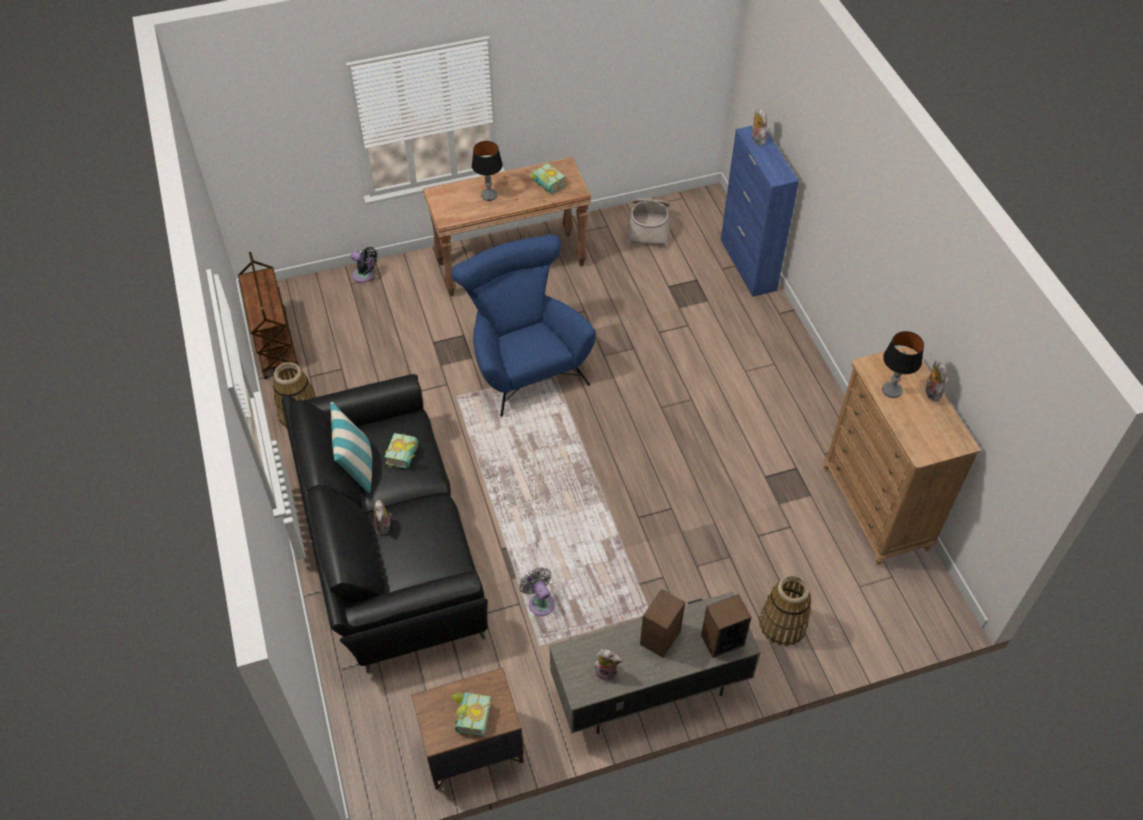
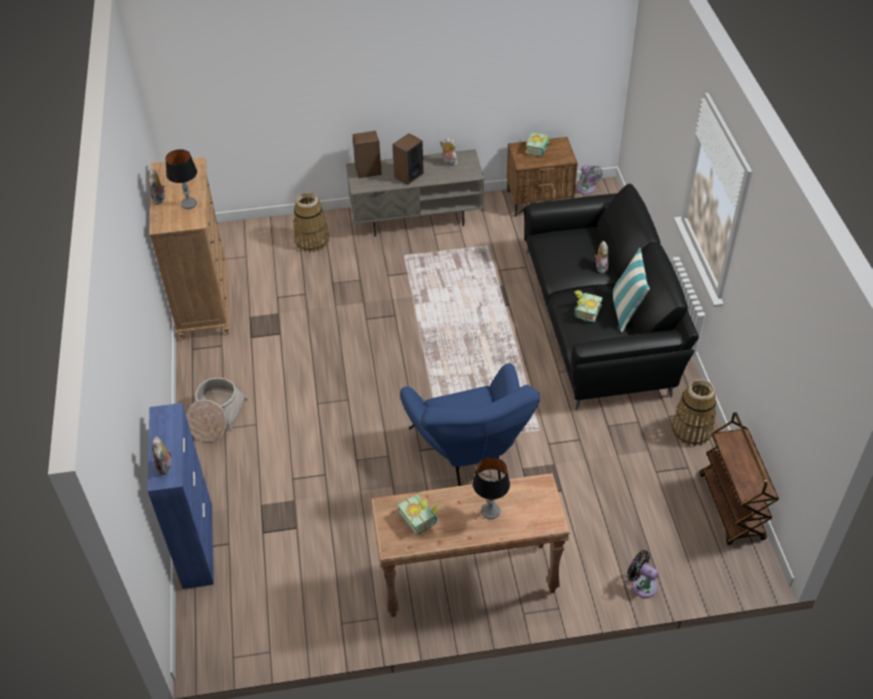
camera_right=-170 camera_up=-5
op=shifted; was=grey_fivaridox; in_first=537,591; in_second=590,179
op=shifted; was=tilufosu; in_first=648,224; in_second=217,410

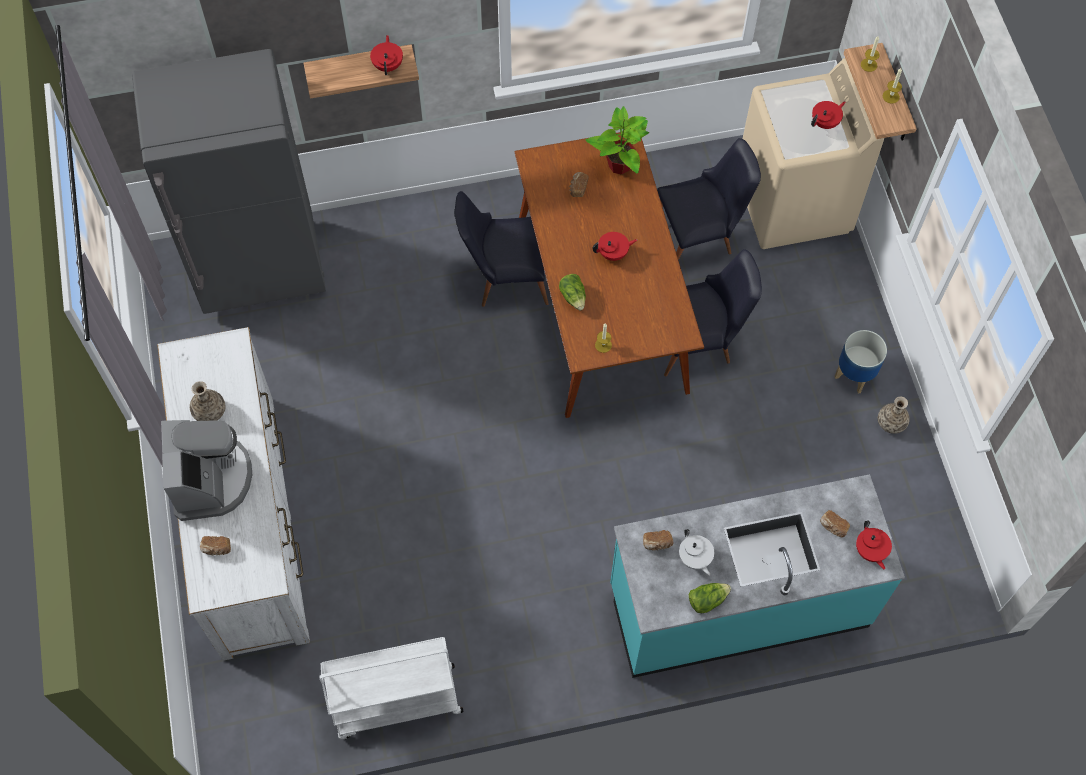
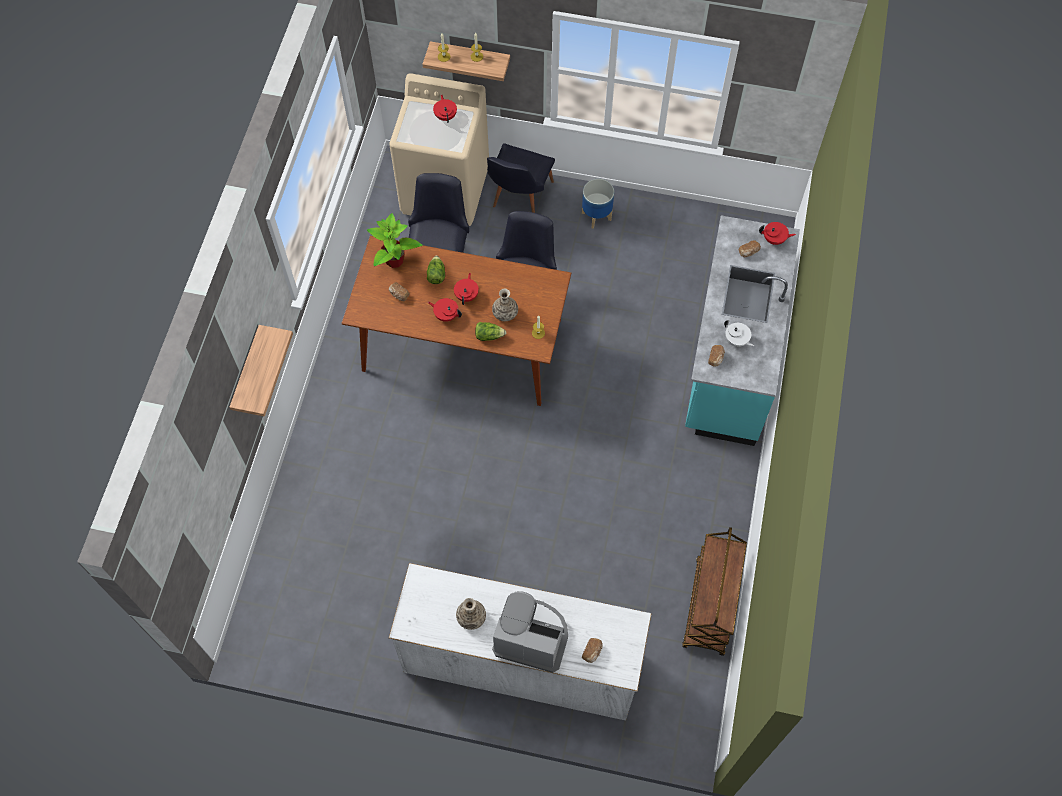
camera_right=-65 camera_up=0
op=gone; was=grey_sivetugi; in_first=229,181
op=repainted; was=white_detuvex; now=brown_detuvex; in_first=391,688; in_second=714,591
op=shifted; was=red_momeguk; in_first=386,55; in_second=445,310
op=shifted; was=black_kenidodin; in_first=502,249; in_second=521,178
op=rotated; was=white_momeguk; in_first=696,552; in_second=739,333; clockwise=45
op=shifted; was=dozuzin; in_first=710,598; in_second=436,270
op=shifted; was=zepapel; in_first=894,415; in_second=505,305

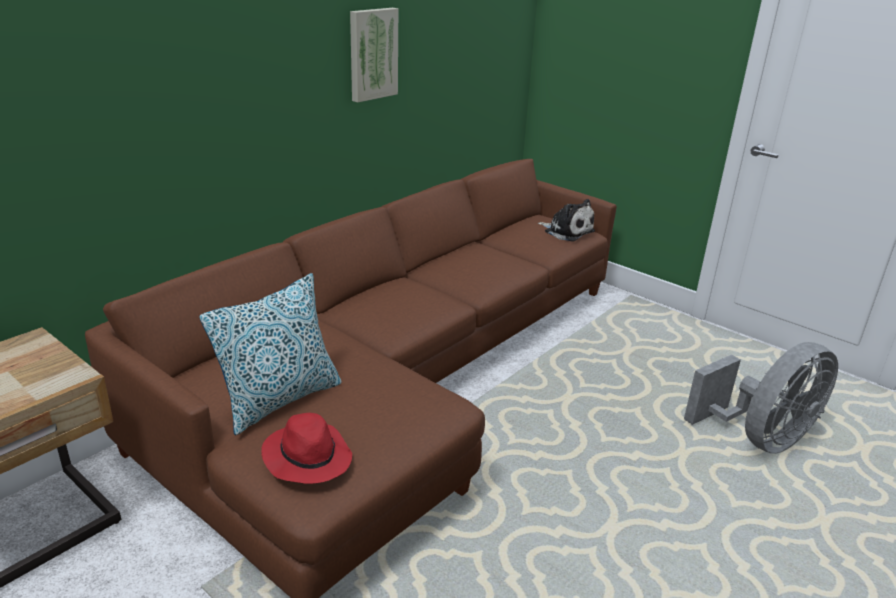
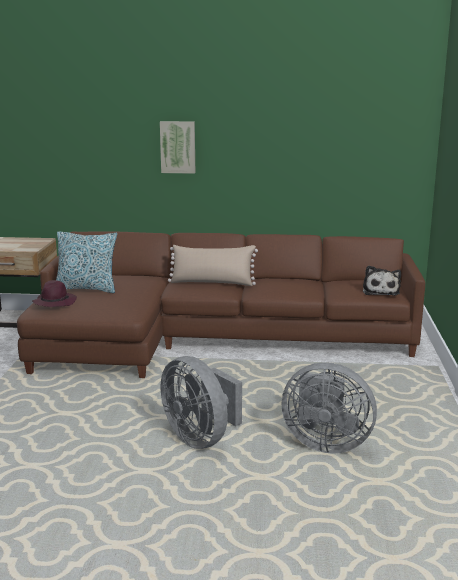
camera_right=55 camera_up=-10
op=repainted; was=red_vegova; now=purple_vegova; in_first=306,448; in_second=54,293
op=shifted; was=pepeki; in_first=374,55; in_second=177,147
op=new; now=grey_fivaridox; in_second=201,402
op=new; now=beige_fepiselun; in_second=213,265

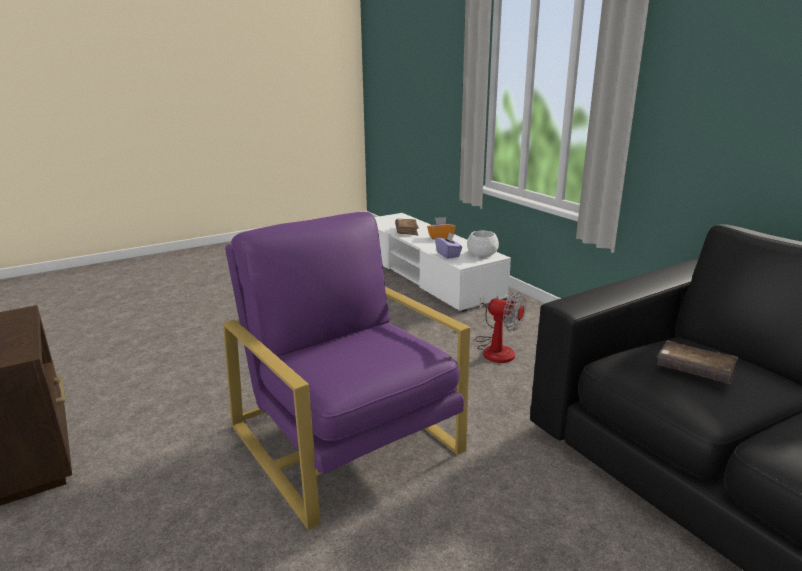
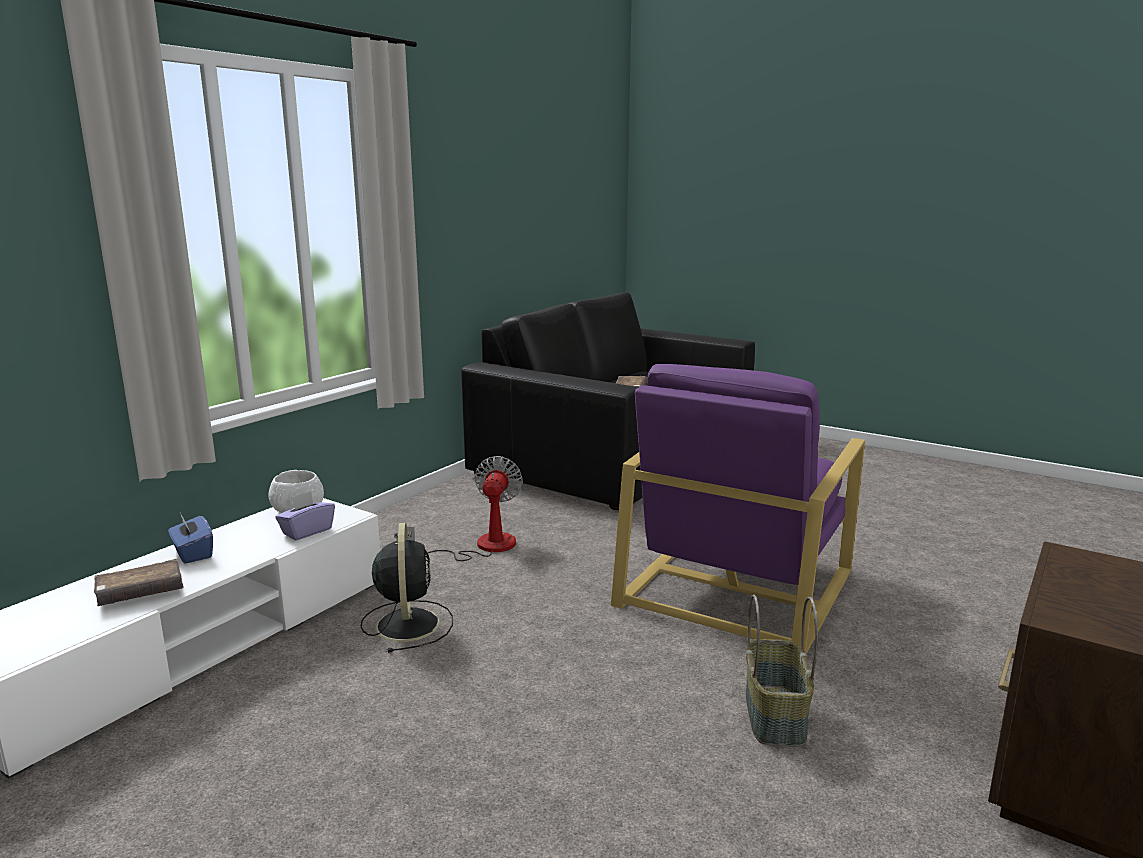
camera_right=-115 camera_up=-5
op=repainted; was=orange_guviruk; now=blue_guviruk; in_first=441,228; in_second=190,538
op=new; now=black_fivaridox; in_second=407,588
op=new; now=tilufosu; in_second=782,671

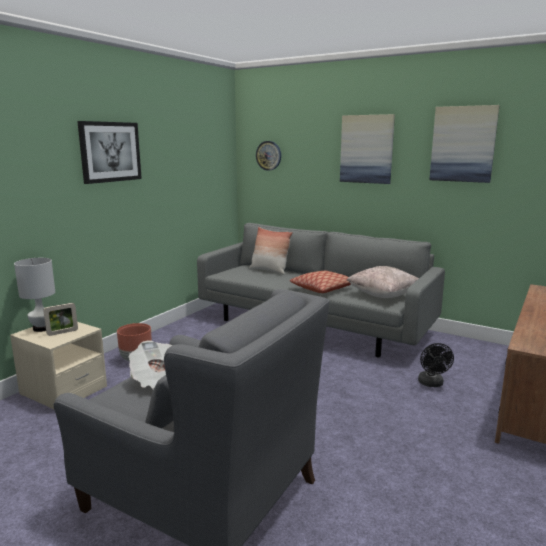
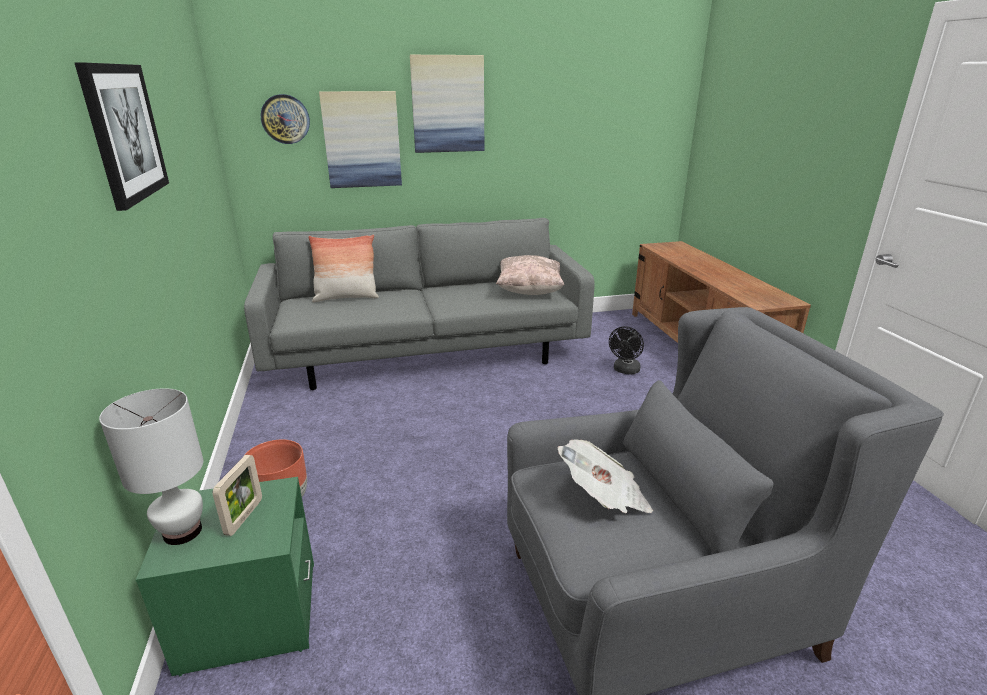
camera_right=-45 camera_up=10
op=repainted; was=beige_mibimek; now=green_mibimek; in_first=58,365; in_second=225,576
op=gone; was=fepiselun; in_first=320,282
op=rotated; was=black_fivaridox; in_first=436,365; in_second=626,350; clockwise=75
op=shifted; was=pepeki; in_first=464,144; in_second=360,139

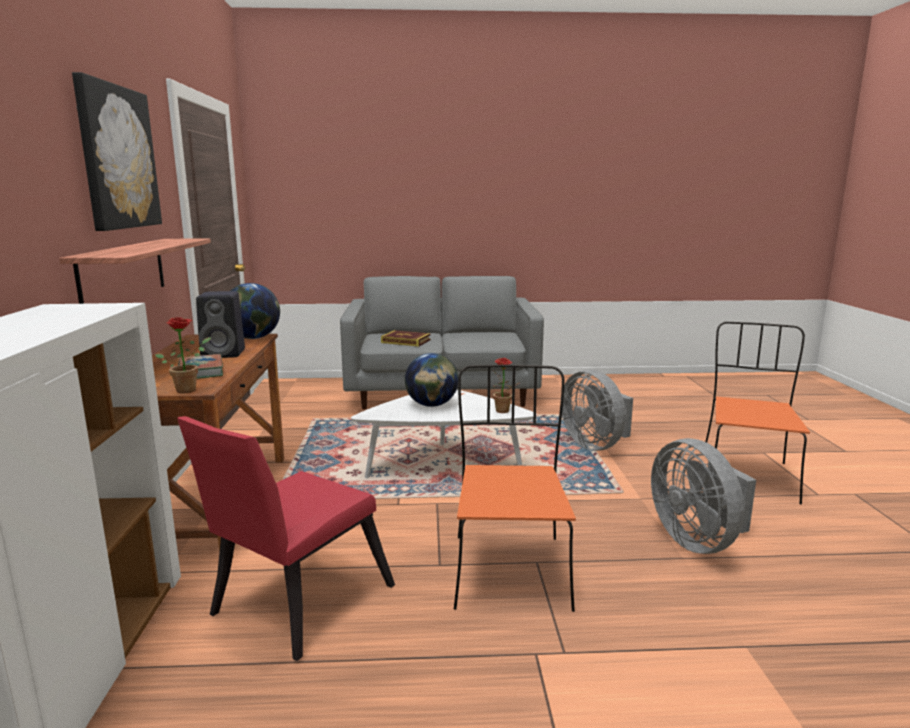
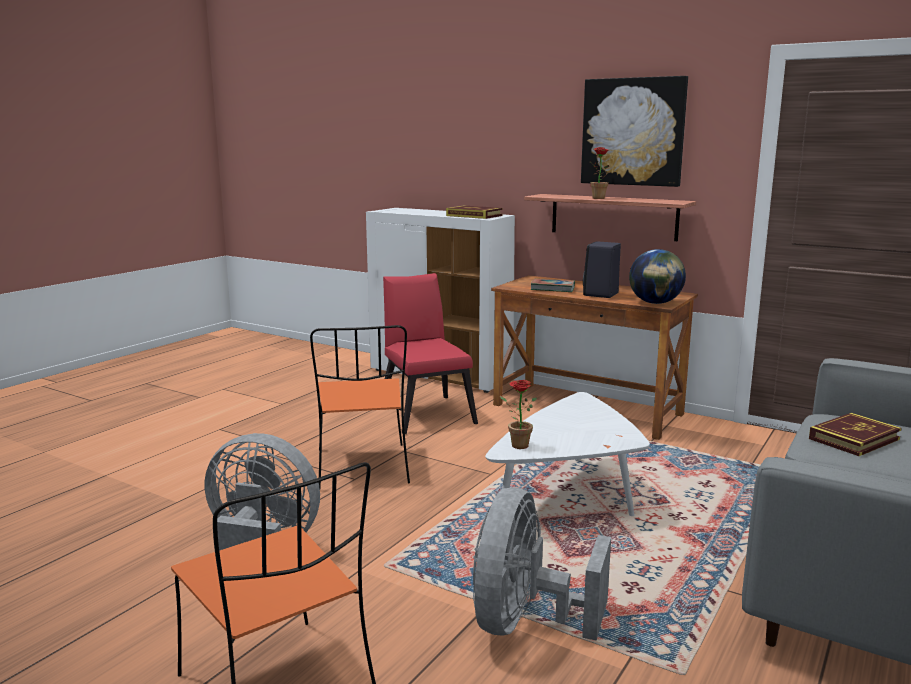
camera_right=125 camera_up=0
op=shifted; was=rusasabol; in_first=183,355; in_second=599,173
op=gone; was=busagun; in_first=431,380
op=rotated; was=orange_kenidodin; in_first=515,488; in_second=360,406; clockwise=45
op=rotated; was=grey_fivaridox; in_first=597,410; in_second=542,564; clockwise=-75
op=new; now=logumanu; in_second=474,212

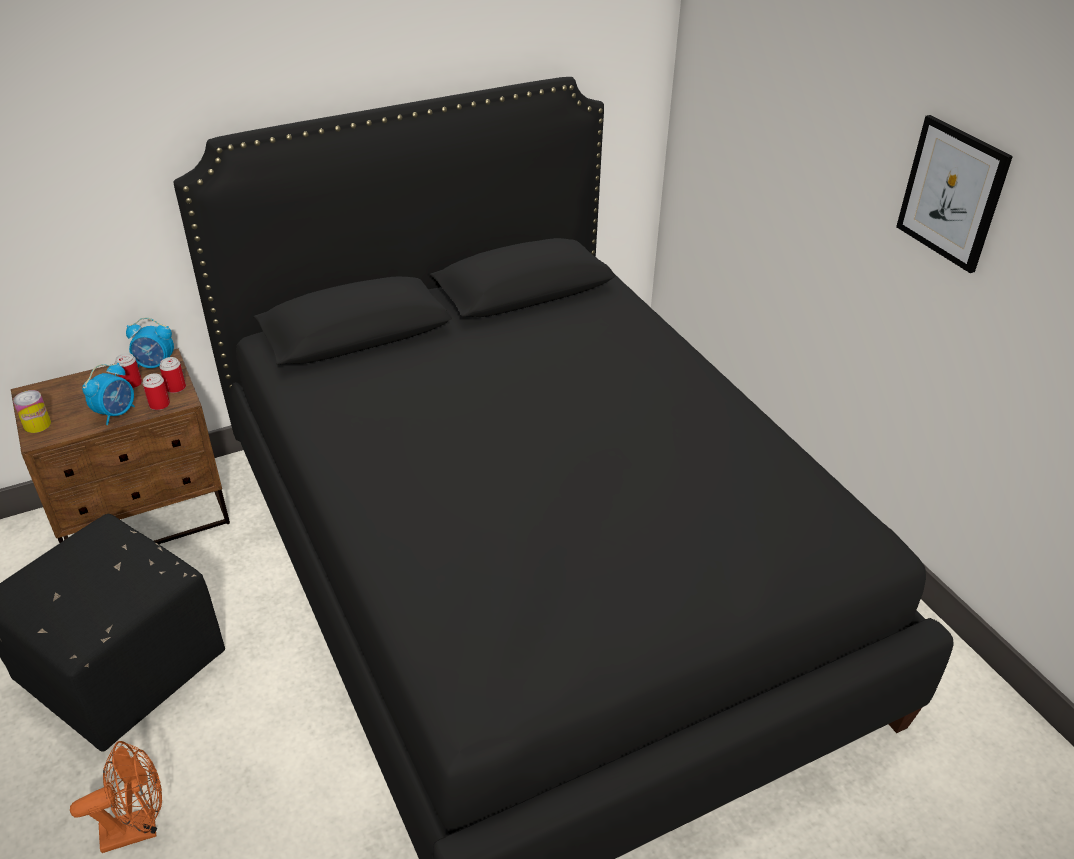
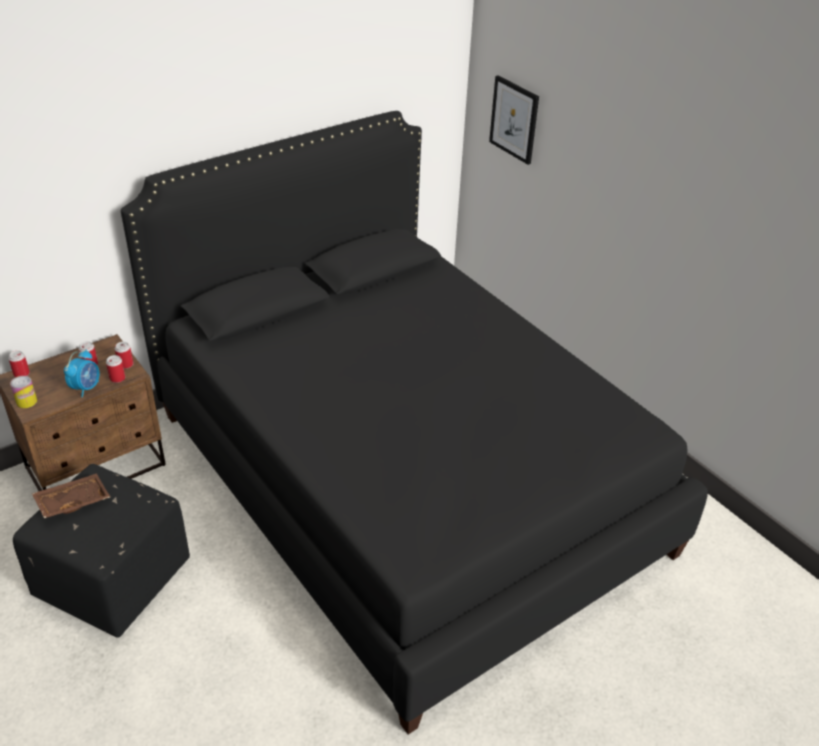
camera_right=-10 camera_up=0
op=gone; was=orange_fivaridox; in_first=116,797
op=gone; was=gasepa; in_first=150,343
op=shifted; was=pepeki; in_first=954,194; in_second=514,120
op=new; now=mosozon; in_second=19,364
op=new; now=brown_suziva; in_second=71,495

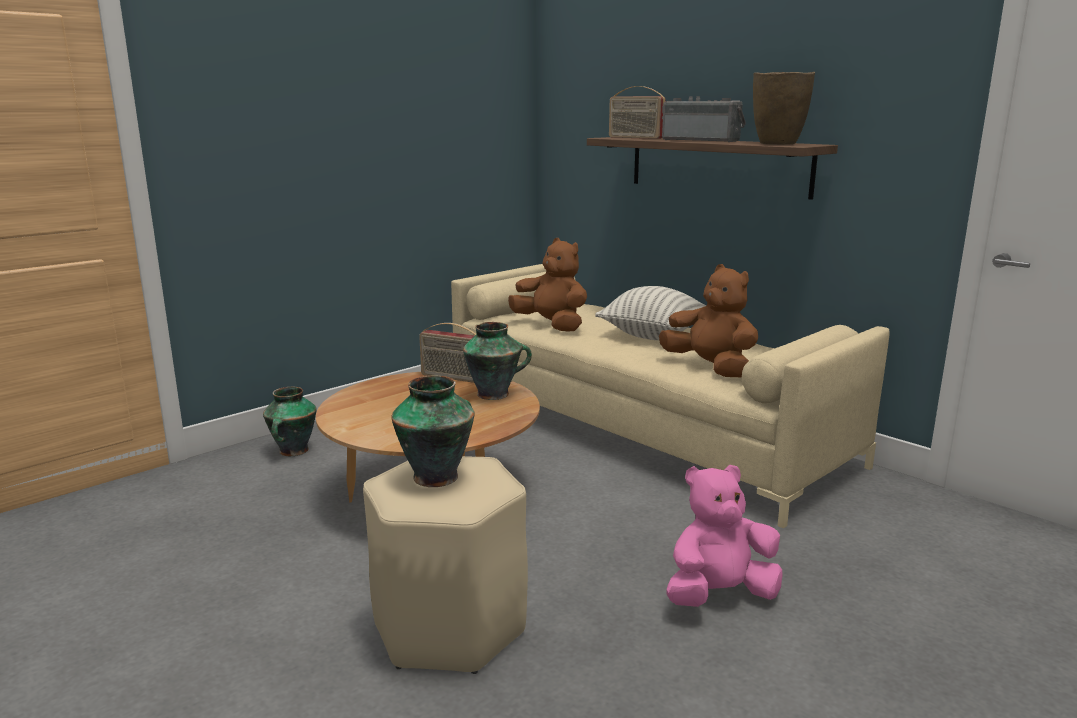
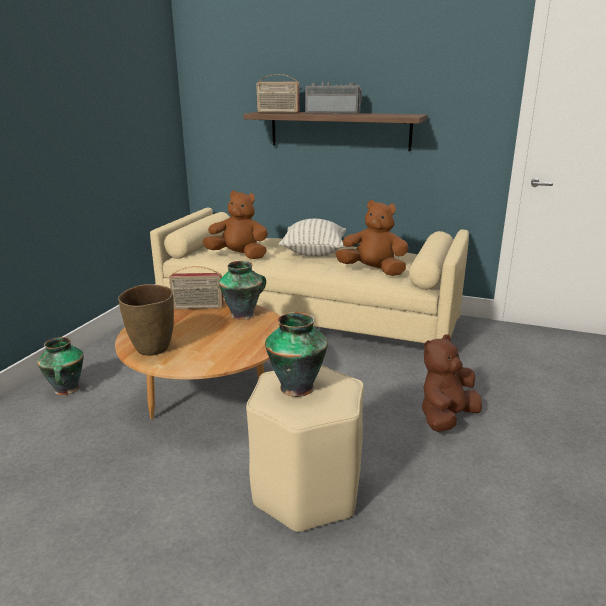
camera_right=-25 camera_up=5
op=repainted; was=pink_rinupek; now=brown_rinupek; in_first=724,536; in_second=452,383
op=shifted; was=brown_zepapel; in_first=784,108; in_second=146,320

